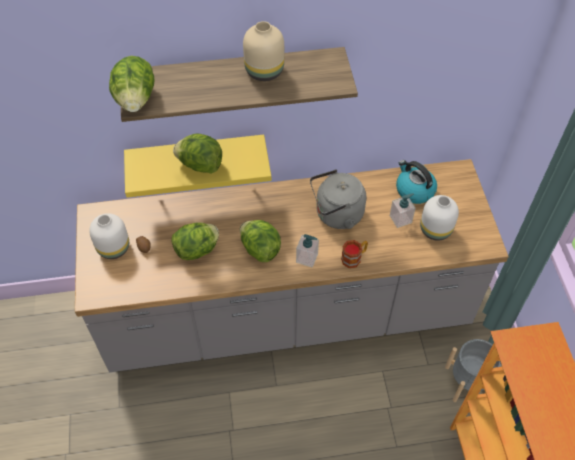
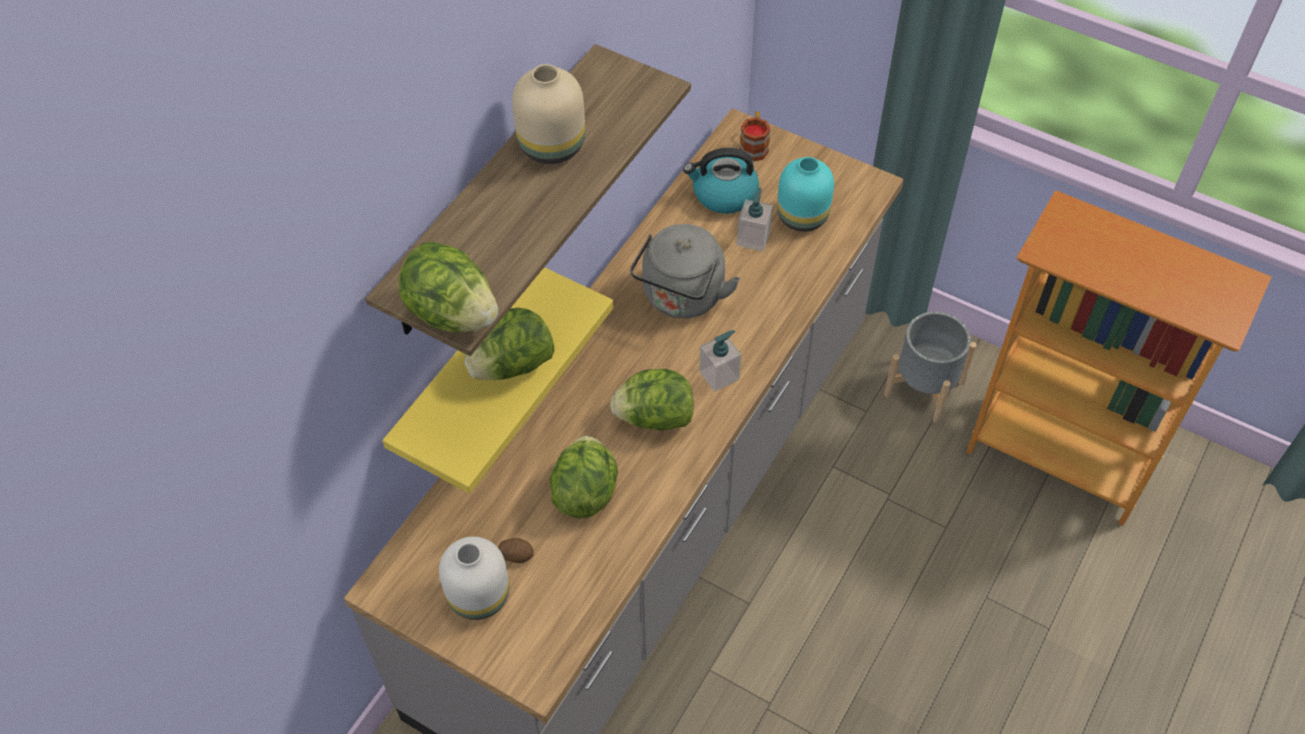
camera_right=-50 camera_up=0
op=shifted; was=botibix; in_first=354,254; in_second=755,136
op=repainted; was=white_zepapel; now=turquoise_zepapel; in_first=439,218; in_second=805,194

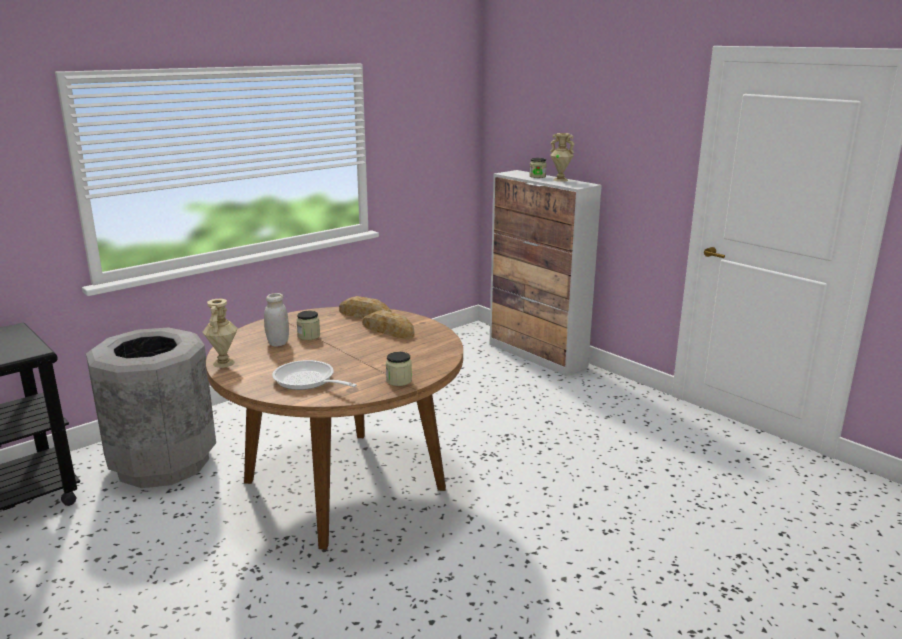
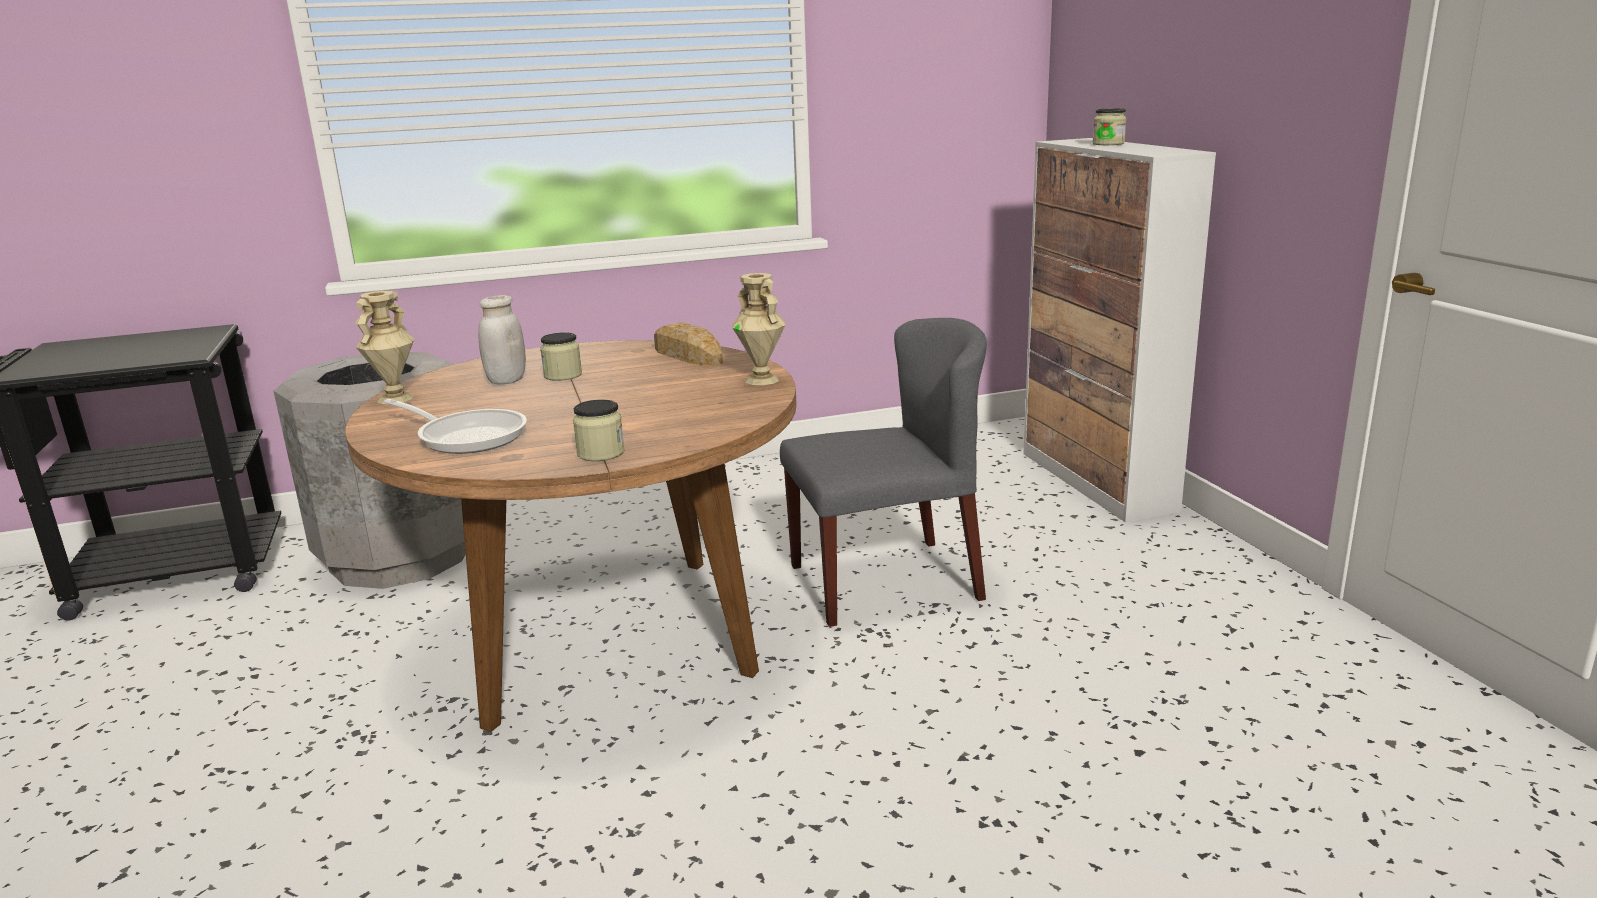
camera_right=25 camera_up=0
op=rotated; was=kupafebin; in_first=314,375; in_second=455,426; clockwise=150
op=gone; was=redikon; in_first=388,324
op=shifted; was=beige_zepapel; in_first=562,157; in_second=759,329
op=new; now=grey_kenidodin; in_second=883,472

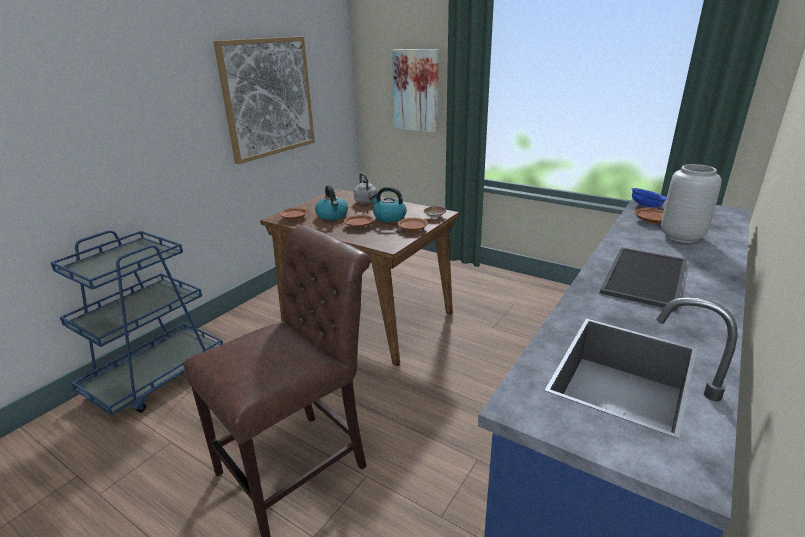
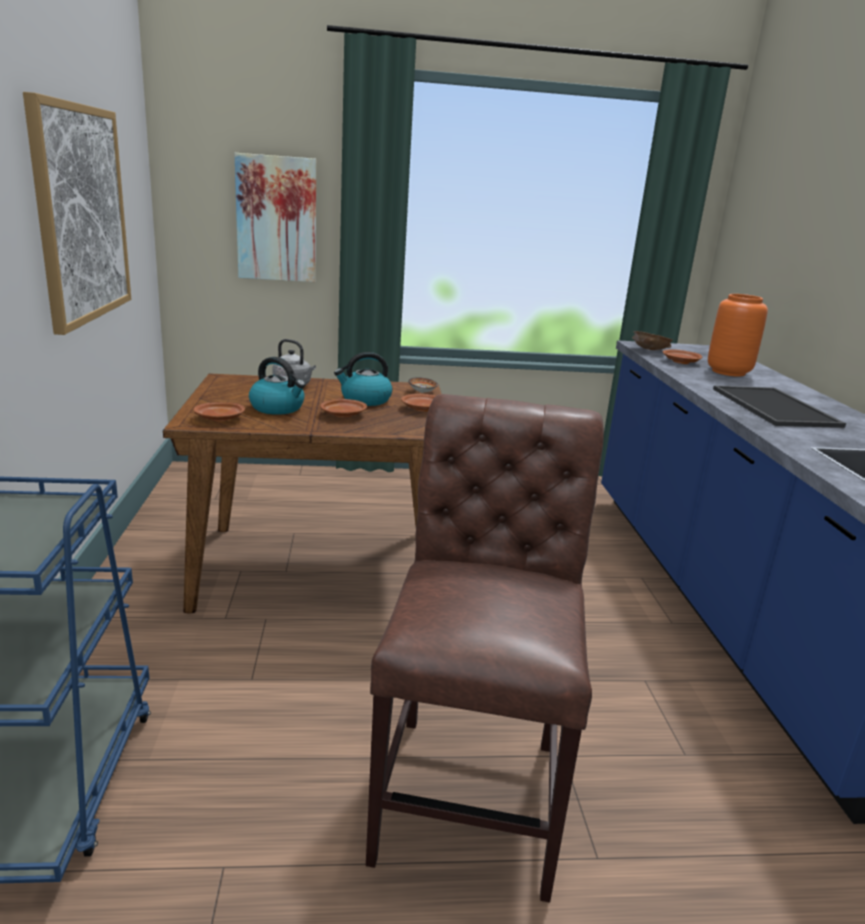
camera_right=-40 camera_up=-5
op=repainted; was=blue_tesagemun; now=brown_tesagemun; in_first=649,197; in_second=652,340
op=repainted; was=grey_zepapel; now=orange_zepapel; in_first=691,203; in_second=738,335

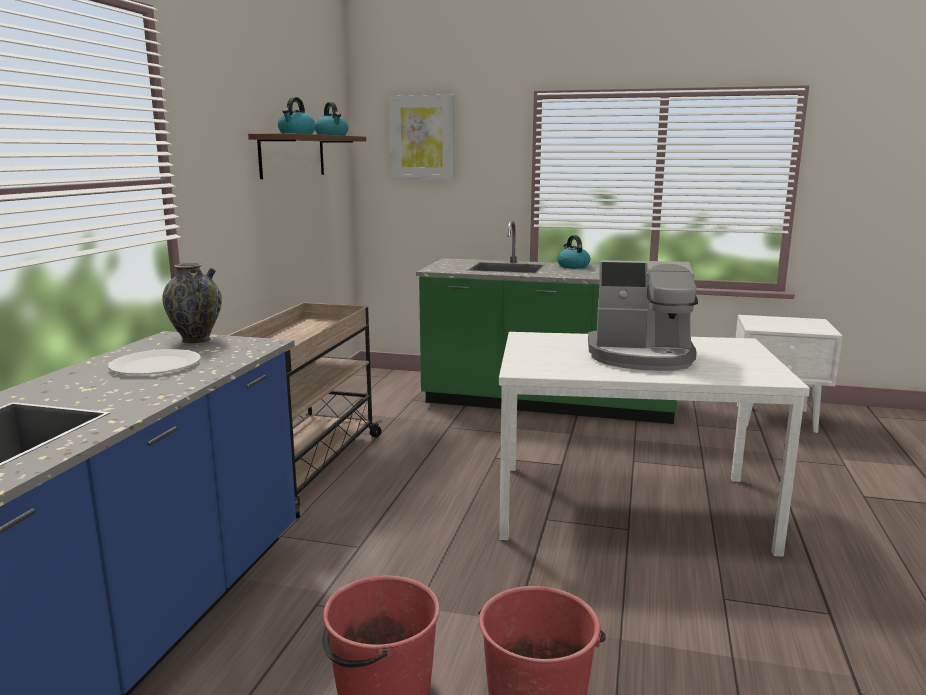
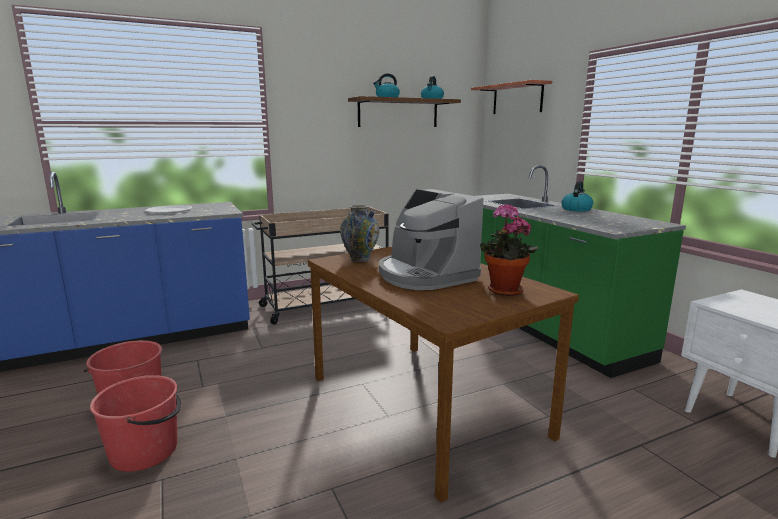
camera_right=50 camera_up=0
op=shifted; was=zepapel; in_first=192,303; in_second=359,233
op=swapped; was=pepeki; now=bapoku; in_first=422,137; in_second=511,97
op=repainted; was=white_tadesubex; now=brown_tadesubex; in_first=654,444; in_second=443,375
op=new; now=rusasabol; in_second=509,249

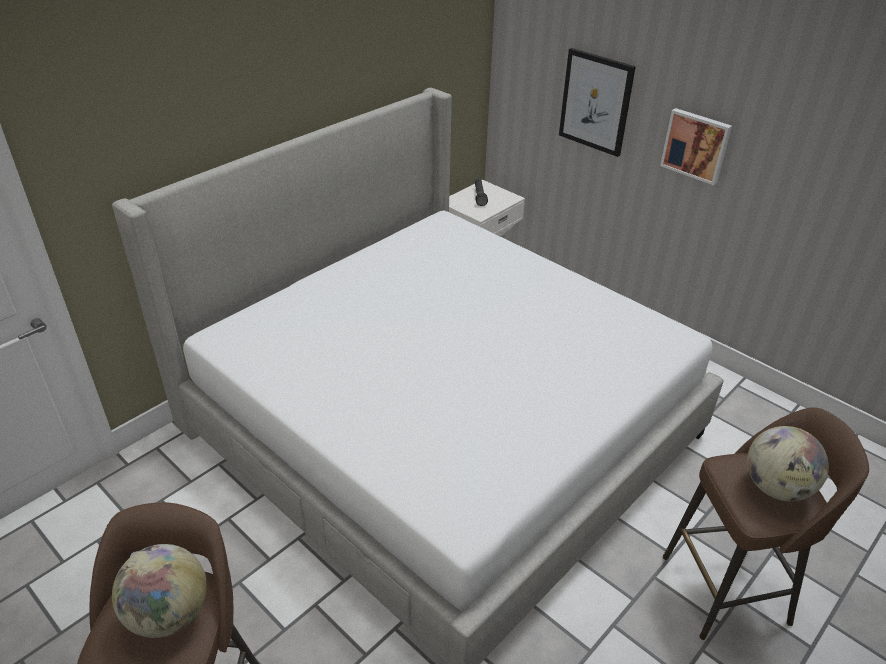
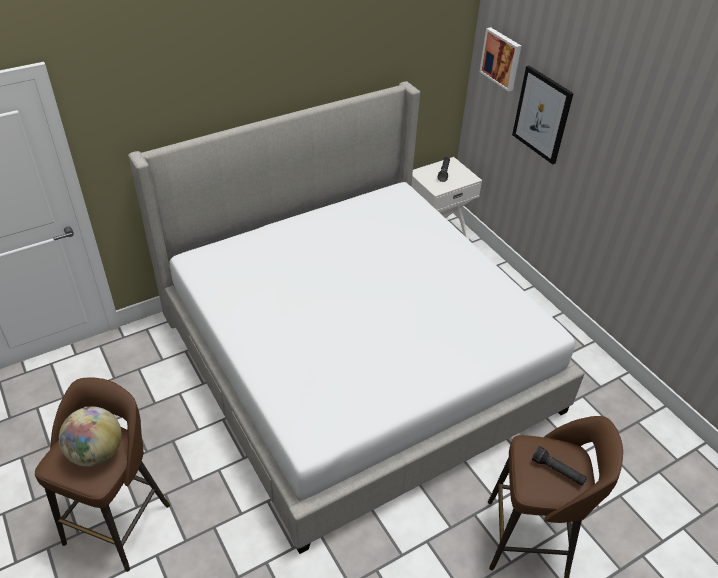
camera_right=15 camera_up=5
op=shifted; was=pepeki; in_first=696,146; in_second=500,59
op=swapped; was=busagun; now=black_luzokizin; in_first=788,463; in_second=559,466

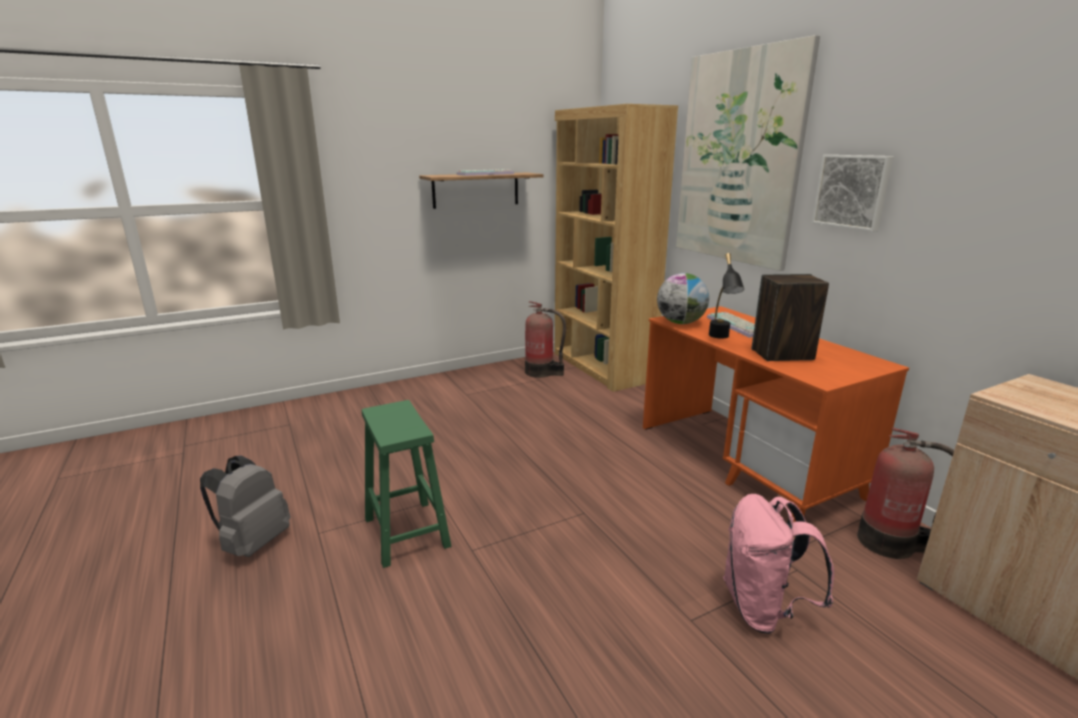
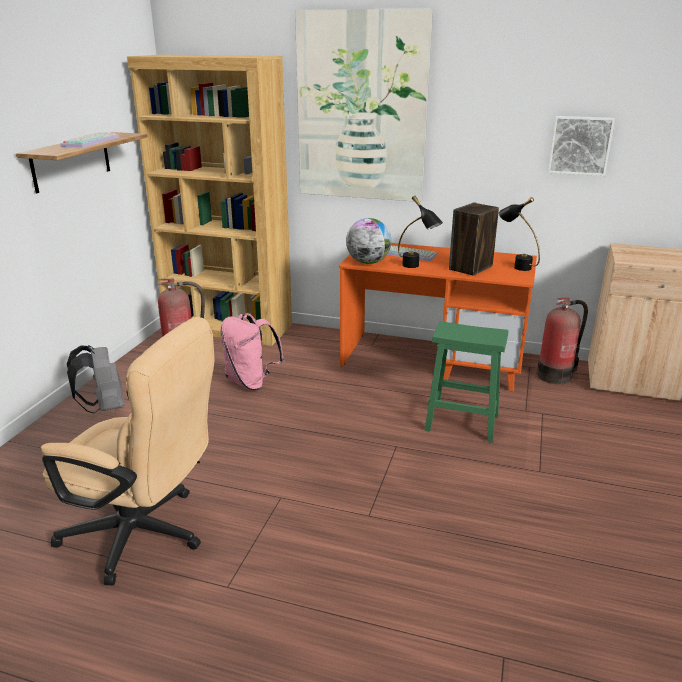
camera_right=-45 camera_up=5
op=shifted; was=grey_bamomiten; in_first=245,506; in_second=96,379
op=shifted; was=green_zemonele; in_first=406,484; in_second=467,382
op=shifted; was=pink_bamomiten; in_first=778,564; in_second=252,352
op=shifted; was=pepeki; in_first=853,193; in_second=581,146
op=new; now=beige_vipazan; in_second=127,451
op=new; now=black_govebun; in_second=519,234

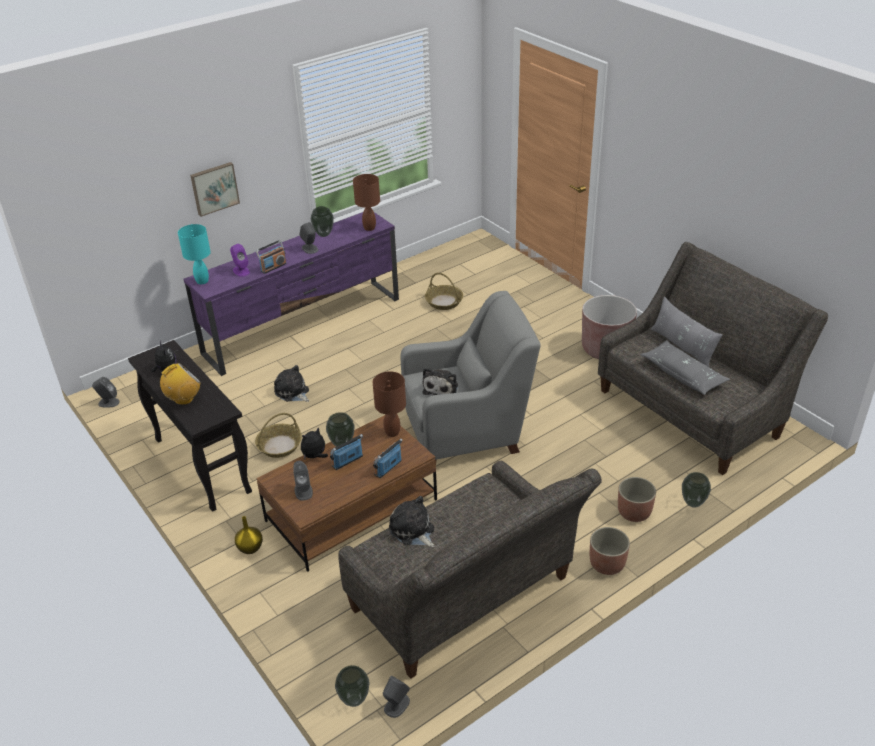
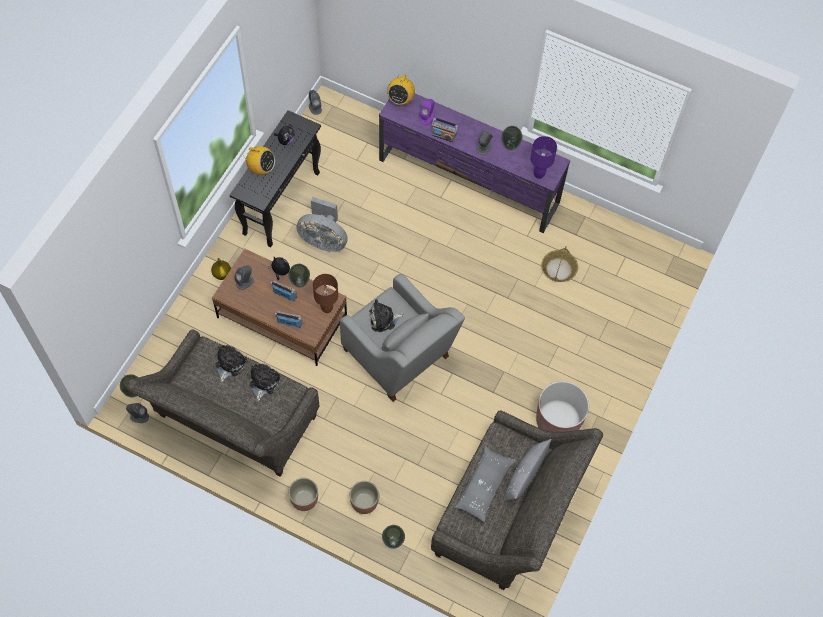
camera_right=60 camera_up=25
op=swapped; was=turquoise_govebun; now=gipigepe; in_first=194,254; in_second=401,89
op=gone; was=pepeki; in_first=215,189
op=swapped; was=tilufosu; now=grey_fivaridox; in_first=278,435; in_second=321,224
op=shifted; was=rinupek; in_first=291,383; in_second=265,382
op=repainted; was=brown_govebun; now=purple_govebun; in_first=366,202; in_second=543,157

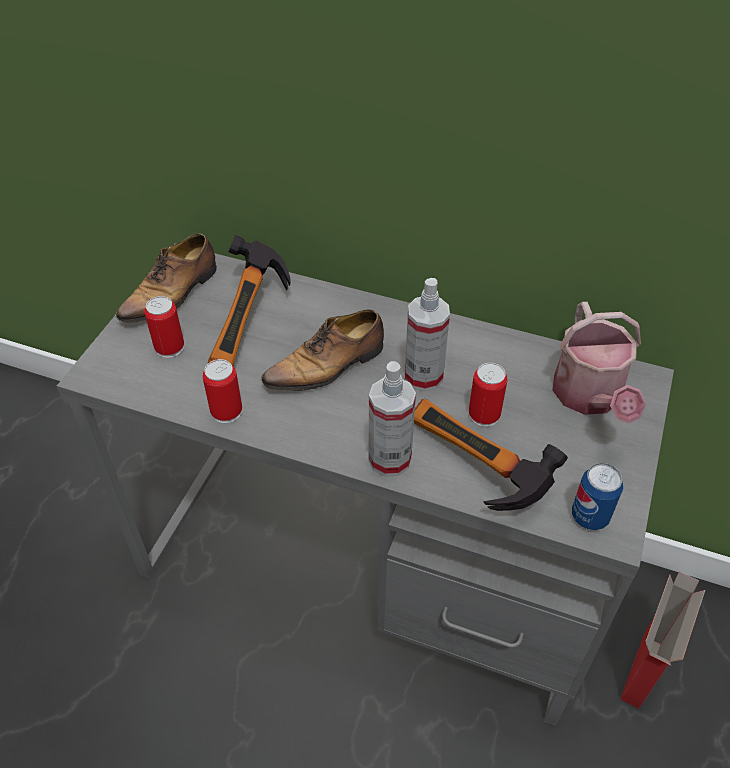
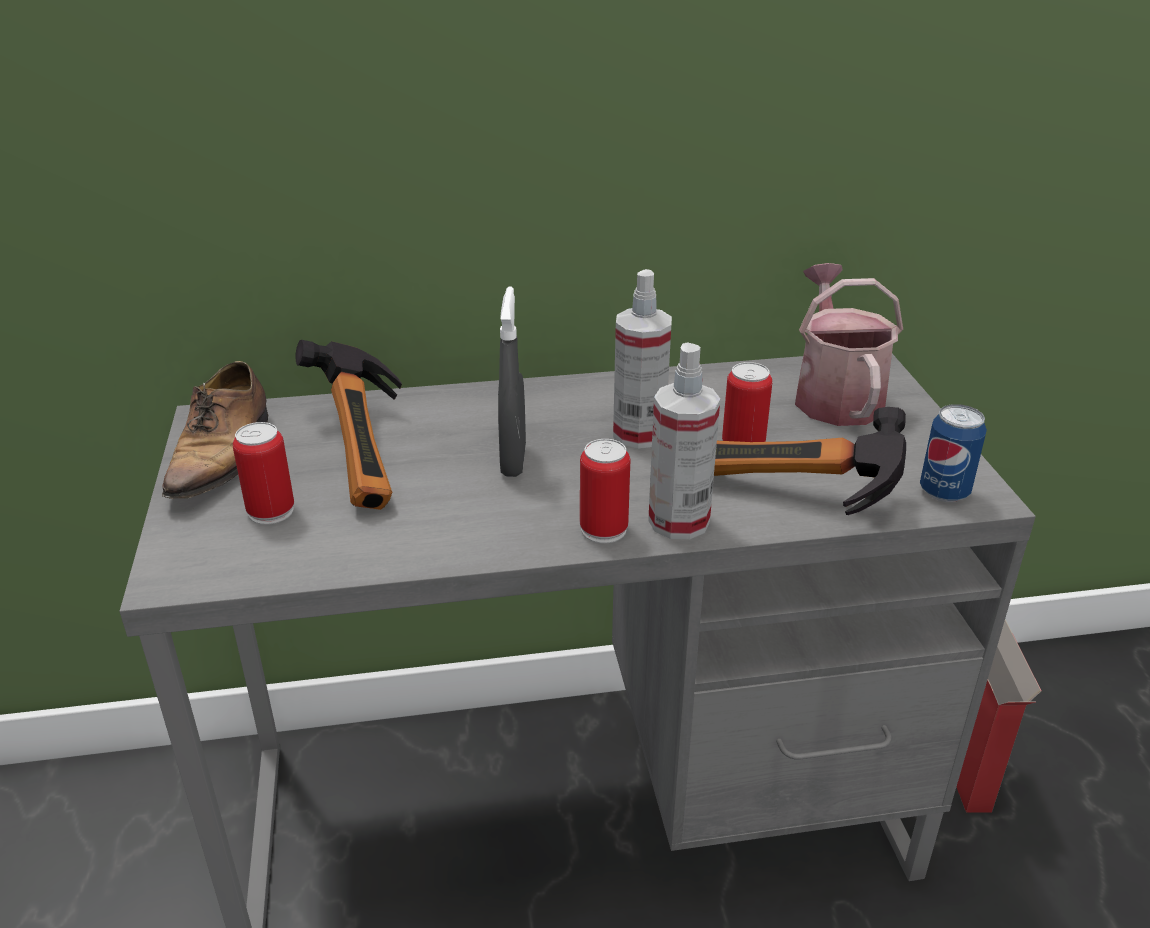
camera_right=-30 camera_up=-15
op=shifted; was=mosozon; in_first=222,391; in_second=605,491
op=swapped; was=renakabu; now=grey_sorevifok; in_first=322,352; in_second=512,382
op=rotated; was=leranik; in_first=599,363; in_second=849,344; clockwise=-150

